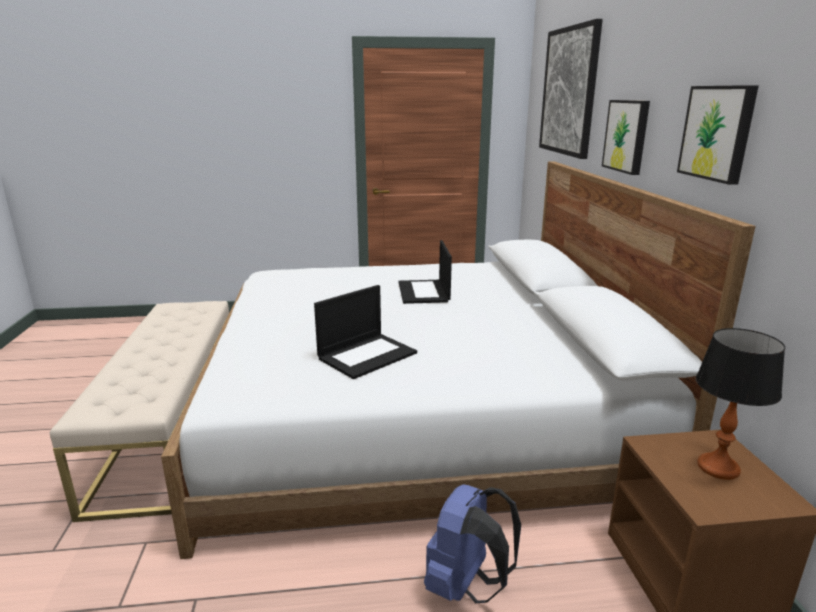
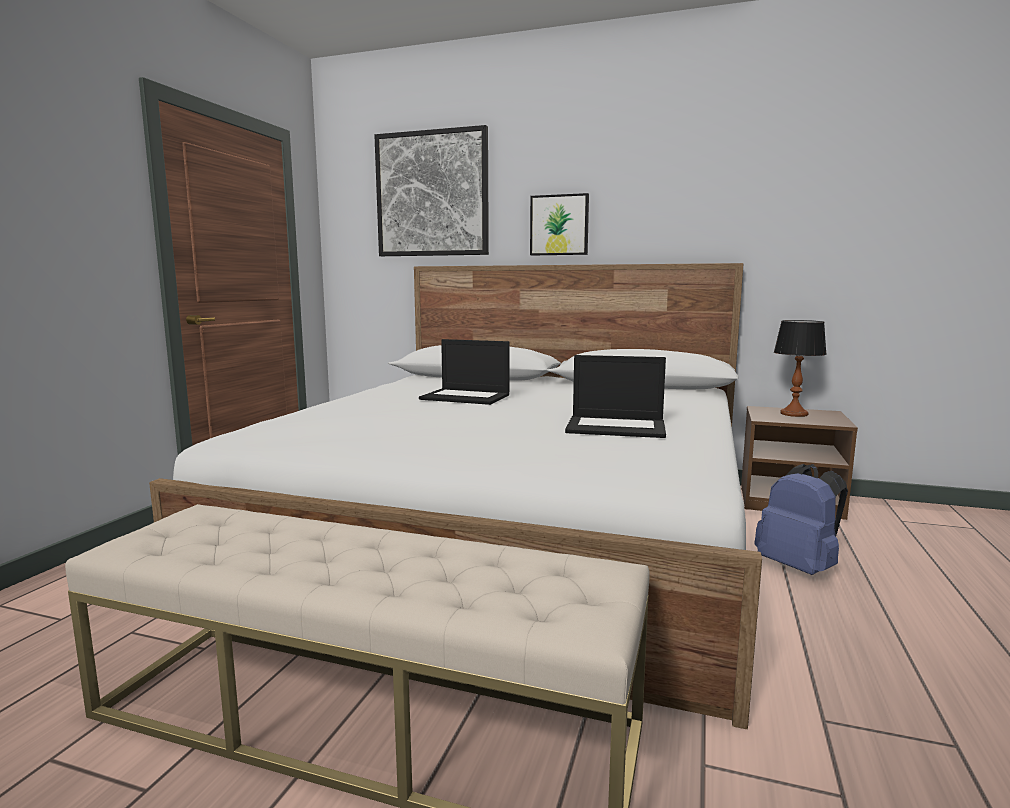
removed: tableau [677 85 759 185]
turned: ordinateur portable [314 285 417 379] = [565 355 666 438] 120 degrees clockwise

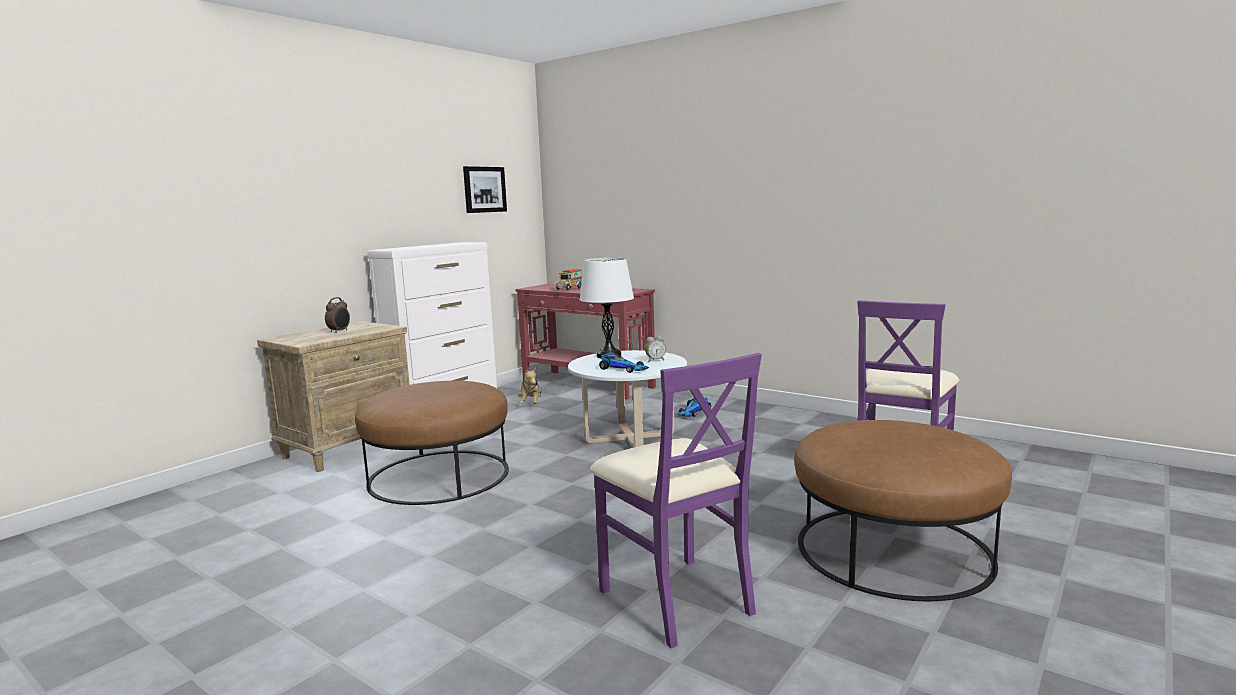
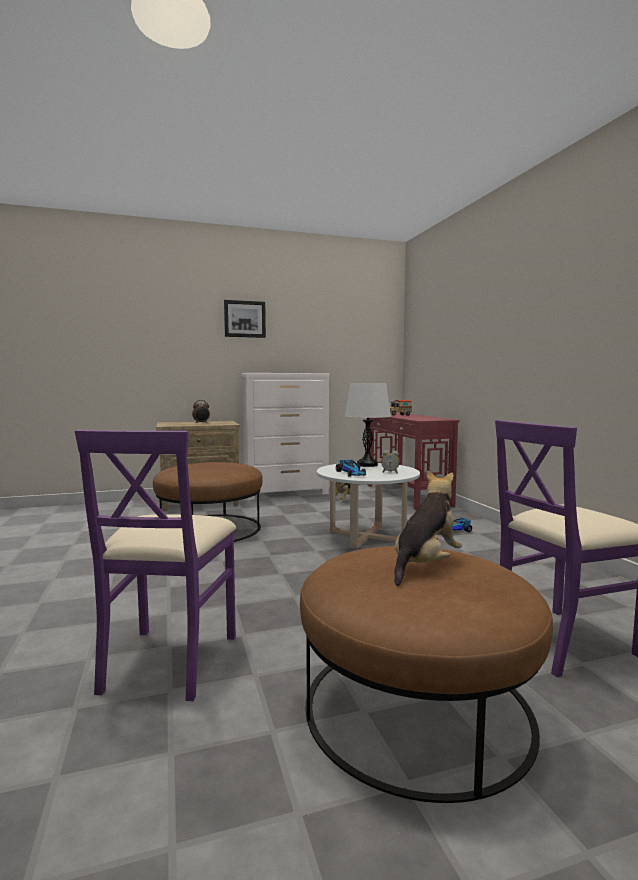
added: peluche [394 470 462 586]
moved: tableau [463 166 507 213] to [224 300 266 338]

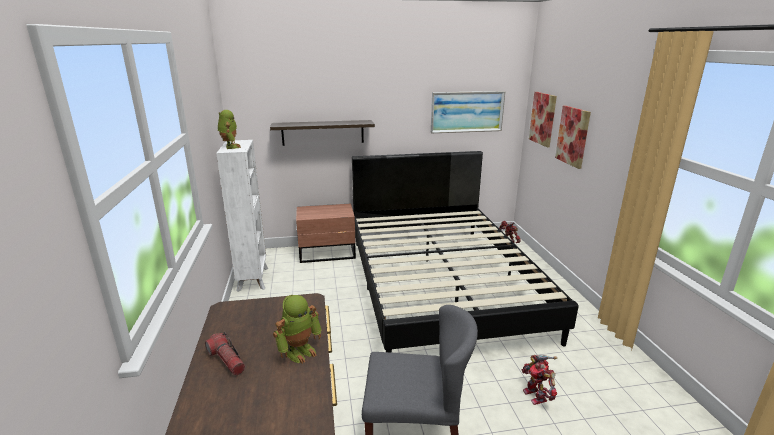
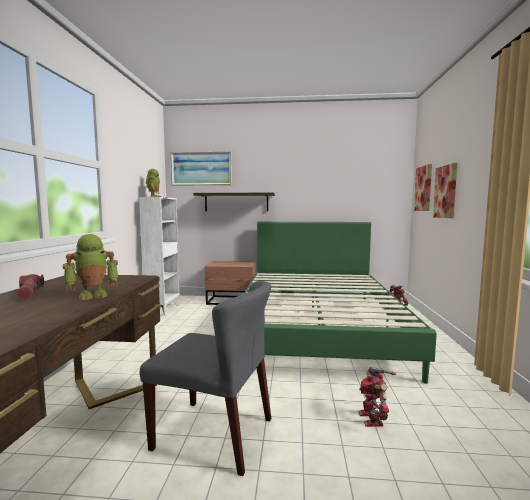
moved: tableau [431 91 505 133] to [171 152 232 186]
recoloured: lit [noir] [352 151 579 353] to lit [vert] [244 222 437 384]

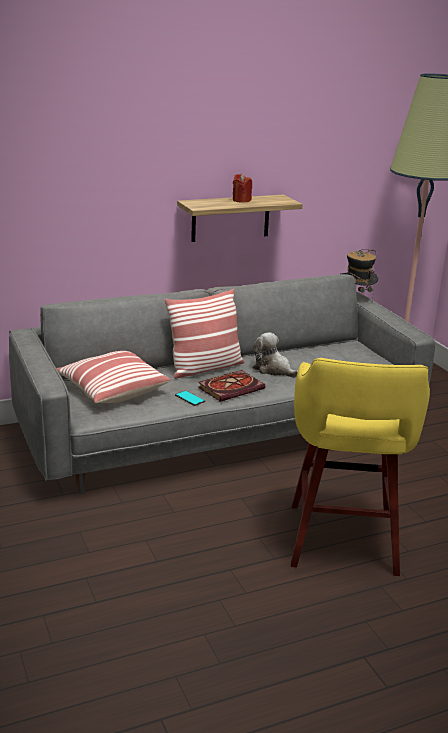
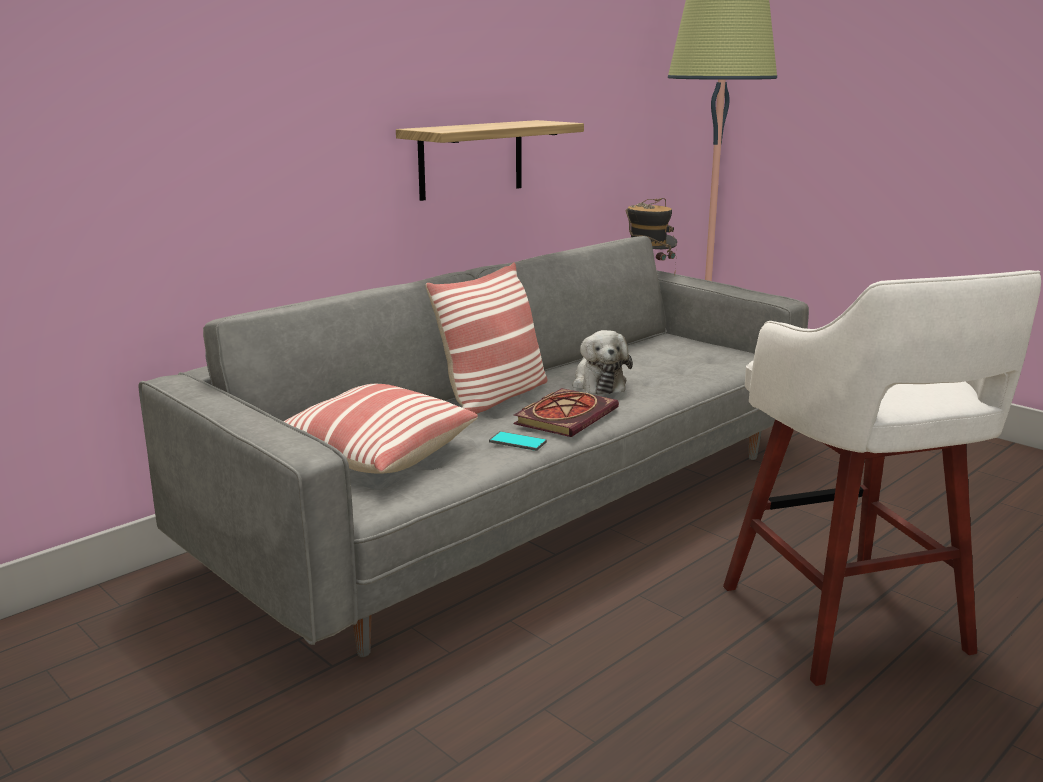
removed: bougie [rouge] [233 174 252 203]
recoloured: tabouret [jaune] [291 358 430 576] to tabouret [blanc] [723 270 1041 686]
turned: peluche [252 332 298 378] = [572 330 633 395] 120 degrees counterclockwise

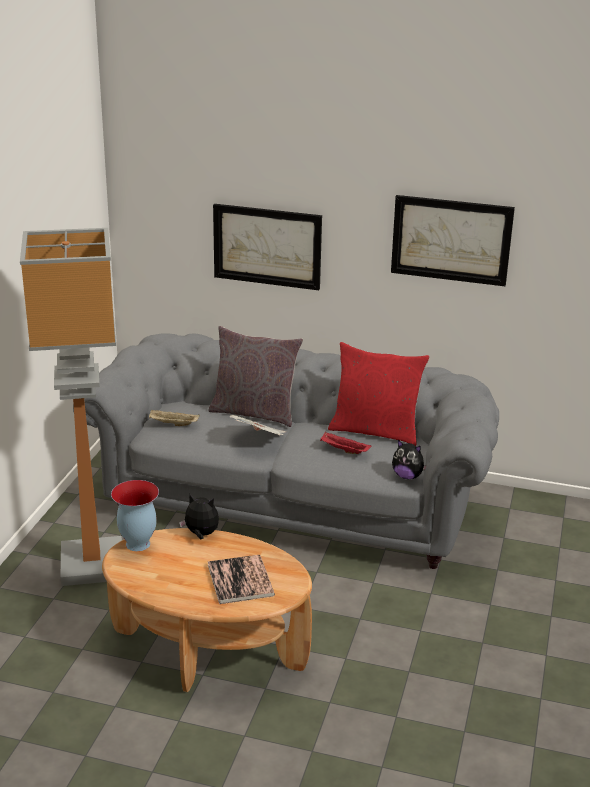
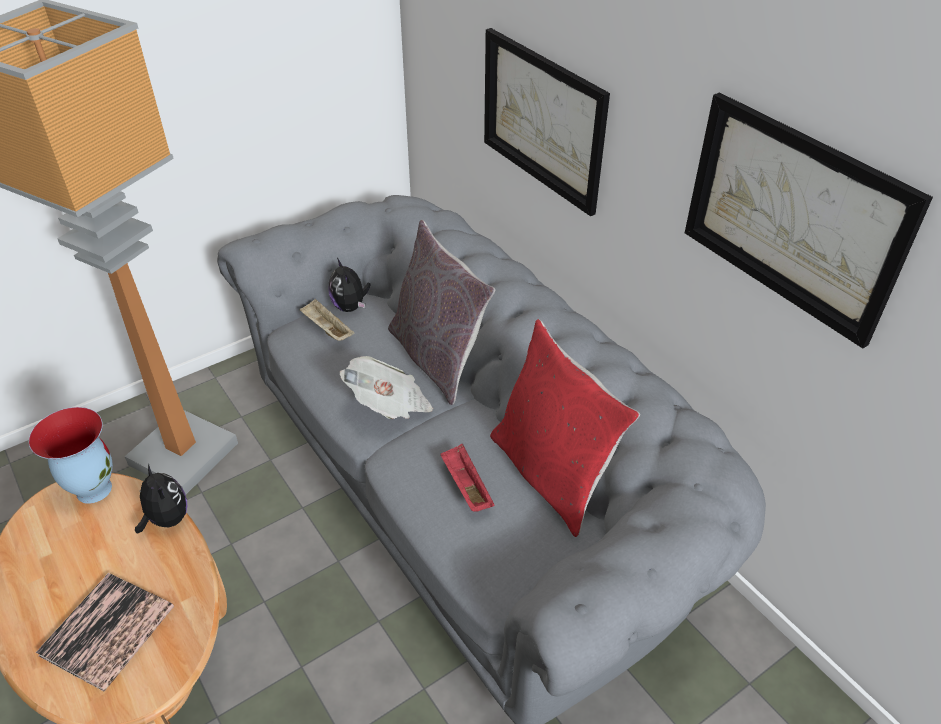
moved: peluche [392 440 427 479] to [329 258 370 312]

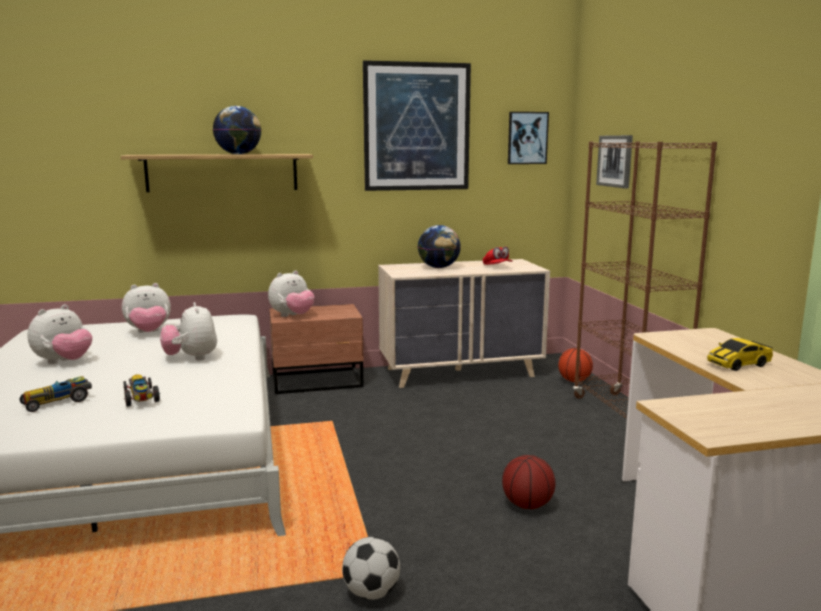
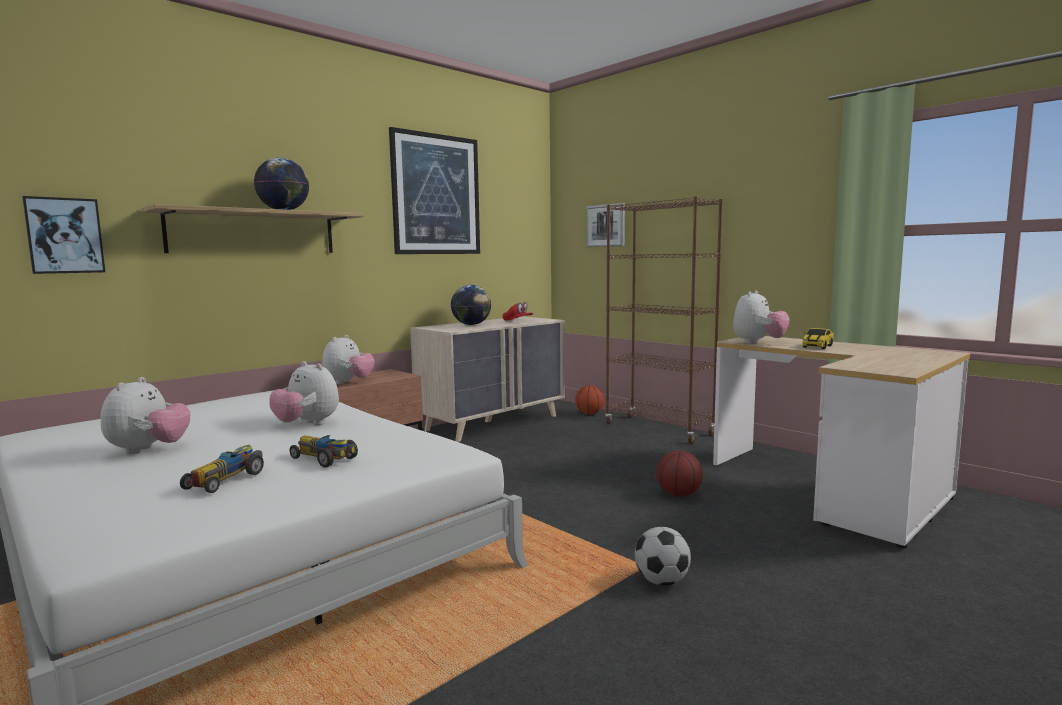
moved: peluche [122 283 171 333] to [733 291 789 344]; tableau [508 112 549 164] to [22 196 105 274]

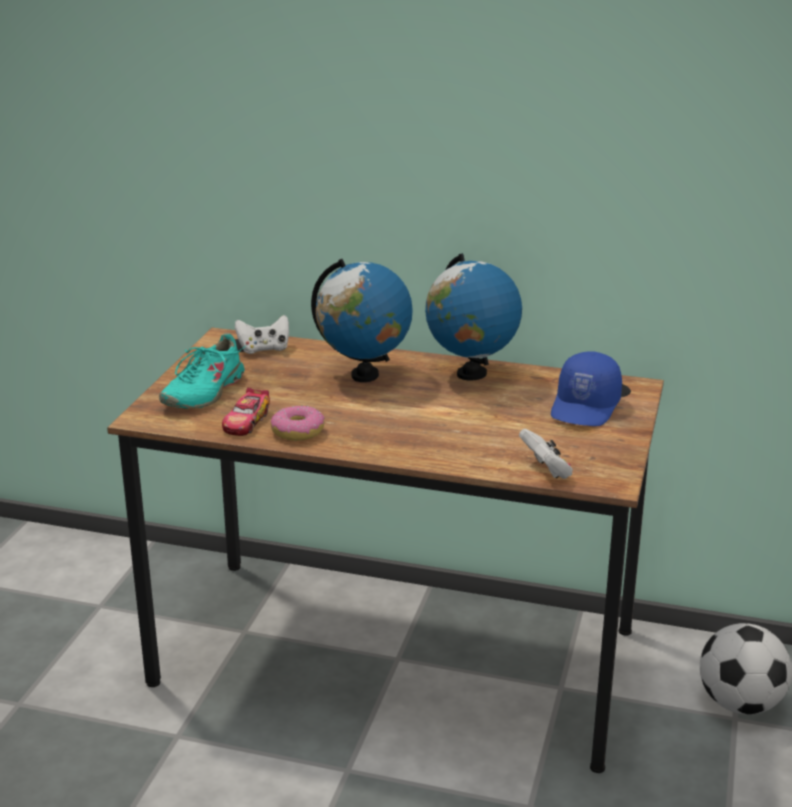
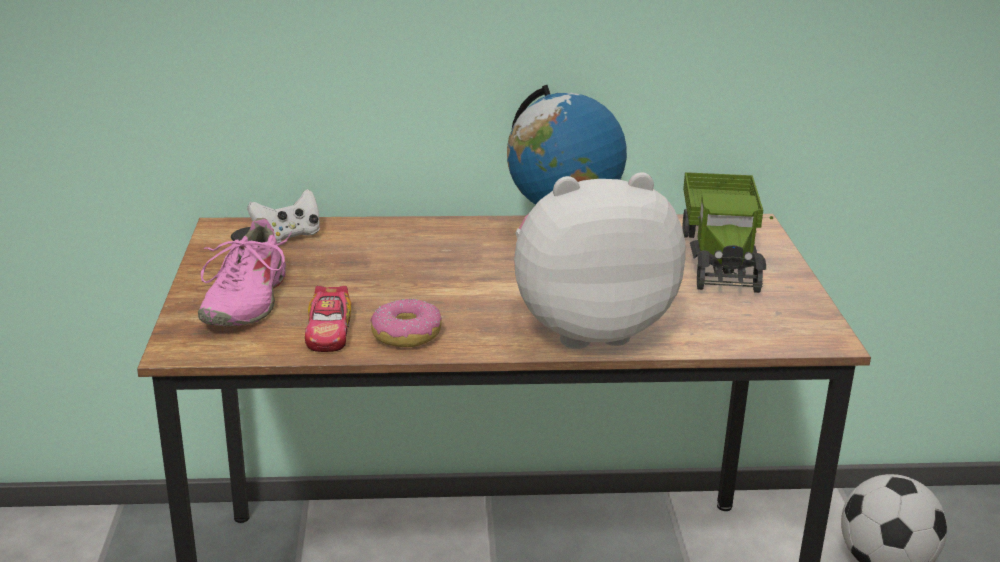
removed: globe [311 259 413 382]; manette [blanc] [519 429 573 479]
added: peluche [514 172 686 349]
replaced: casquette [bleu] [551 351 622 426] to camion jouet [682 172 773 293]
recoloured: chaussure [turquoise] [159 333 246 409] to chaussure [rose] [198 218 291 326]

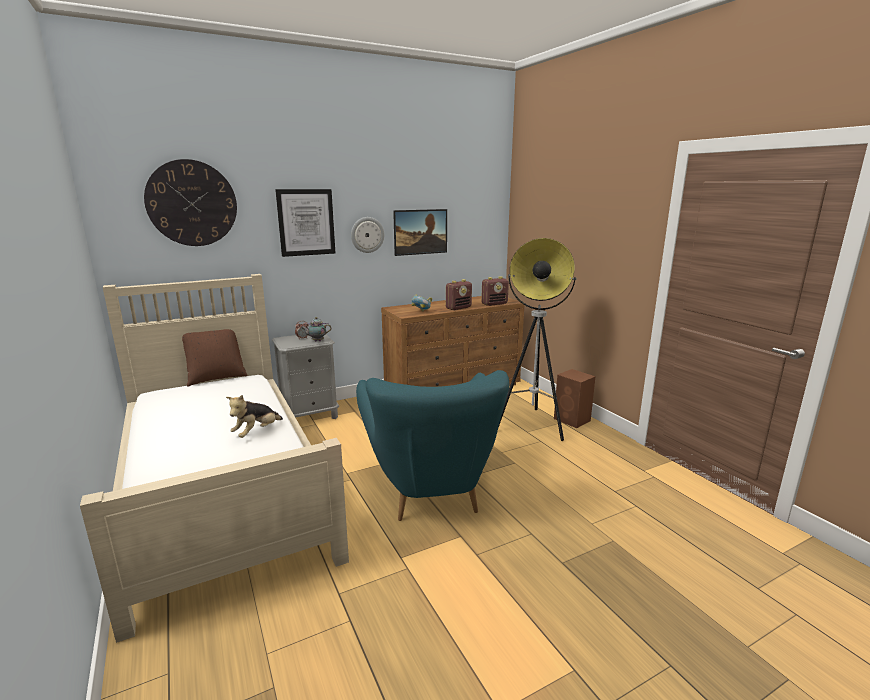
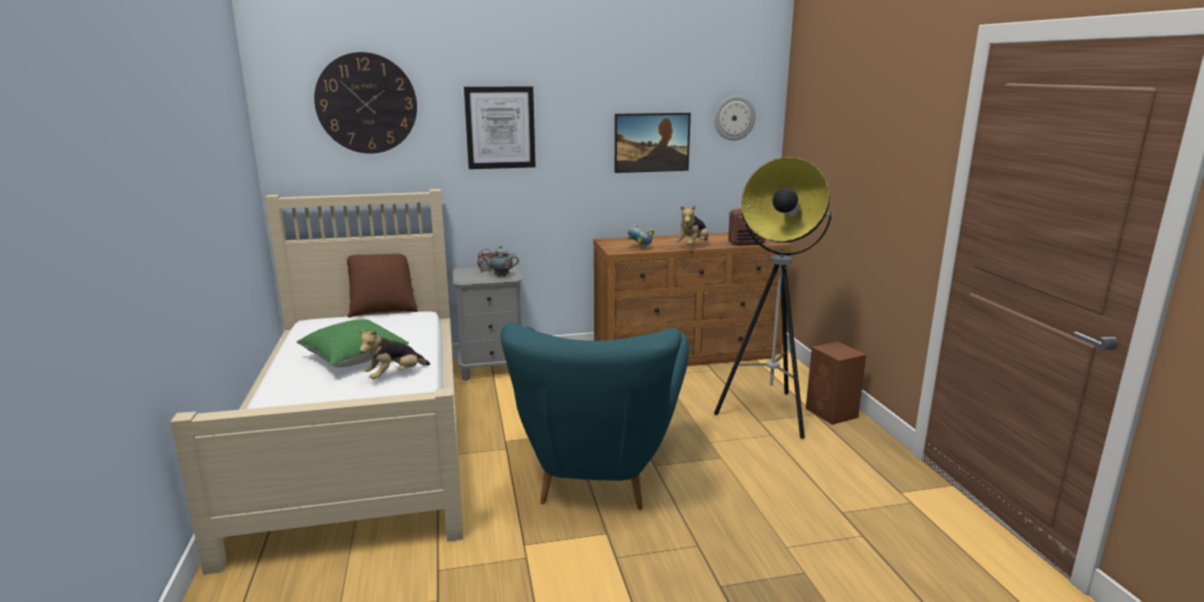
added: coussin [vert] [297 319 409 367]
moved: horloge murale [351 217 384 253] to [714 96 756 141]
replaced: radio [446 279 472 310] to peluche [675 205 709 245]

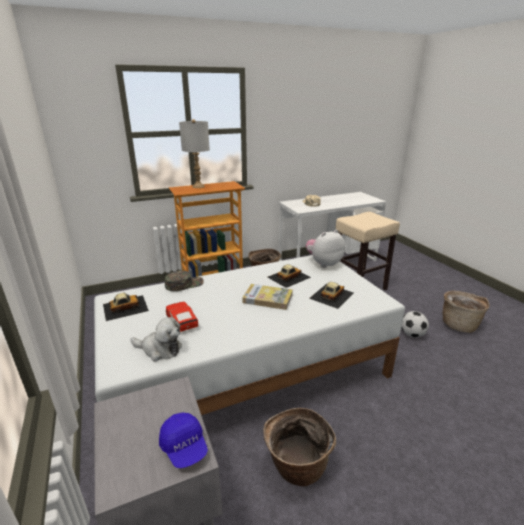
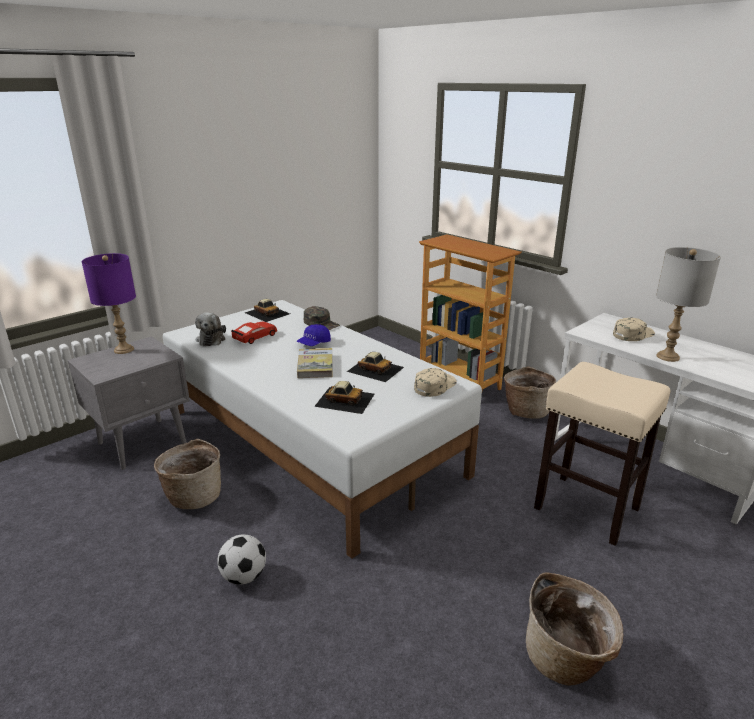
added: lampe de table [violet] [82 253 136 354]
moved: casquette [bleu] [159 412 208 468] to [296 324 331 346]; lampe de table [gris] [179 119 210 188] to [656 247 721 362]; ballon de foot [401 311 429 338] to [217 534 266 585]
replaced: peluche [306 229 345 268] to casquette [beige] [414 368 457 397]

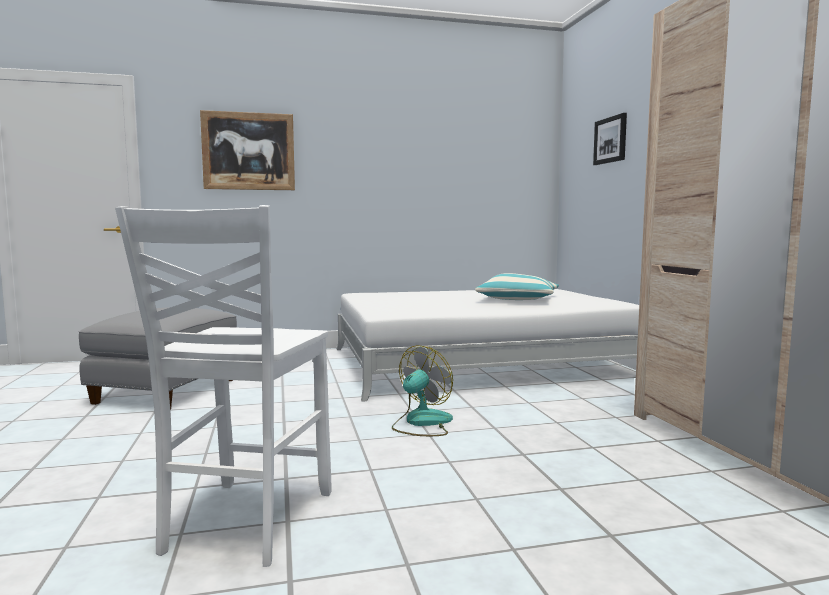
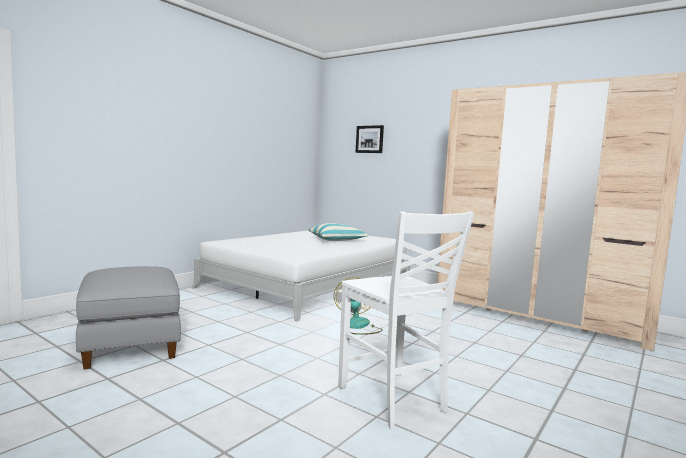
removed: tableau [200 110 295 190]

